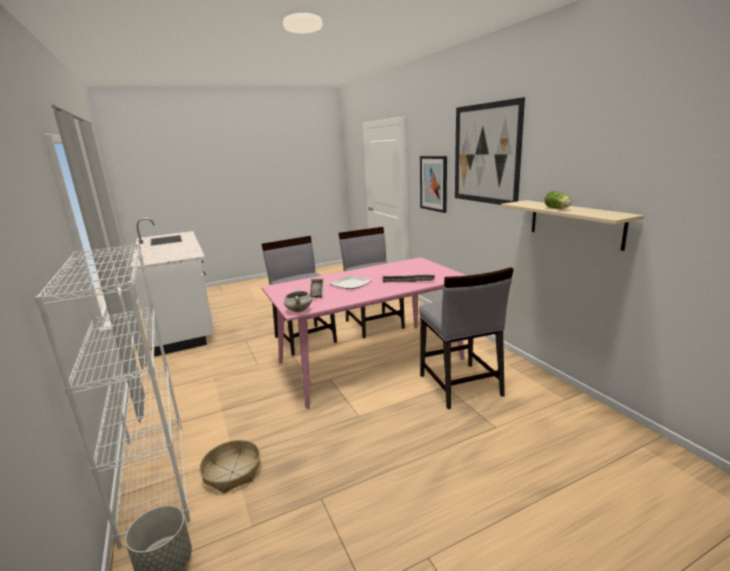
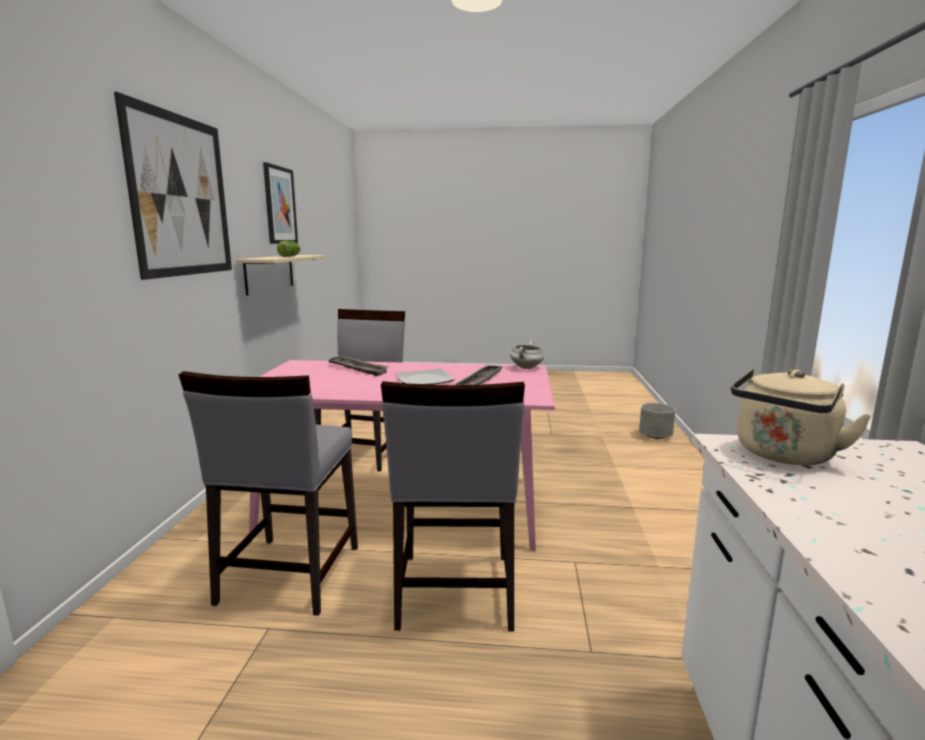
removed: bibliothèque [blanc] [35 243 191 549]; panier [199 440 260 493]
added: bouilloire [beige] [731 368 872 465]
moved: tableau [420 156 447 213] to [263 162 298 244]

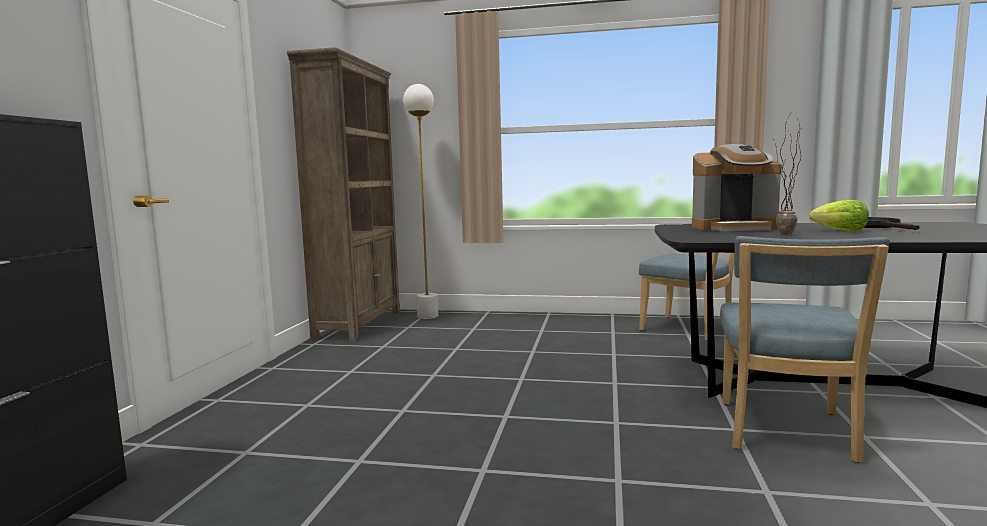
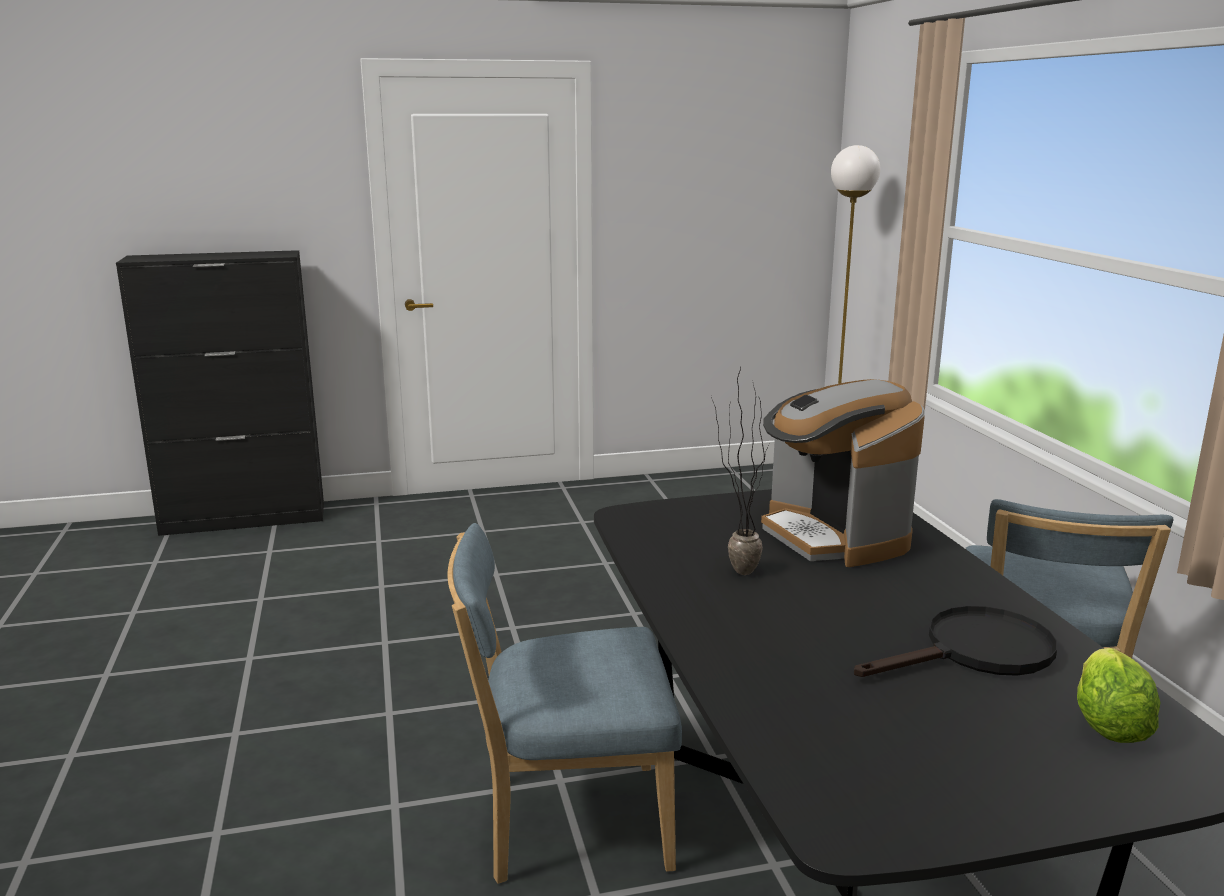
removed: bibliothèque [marron] [287 47 400 342]
moved: laitue [810 200 869 231] to [1077 648 1161 743]

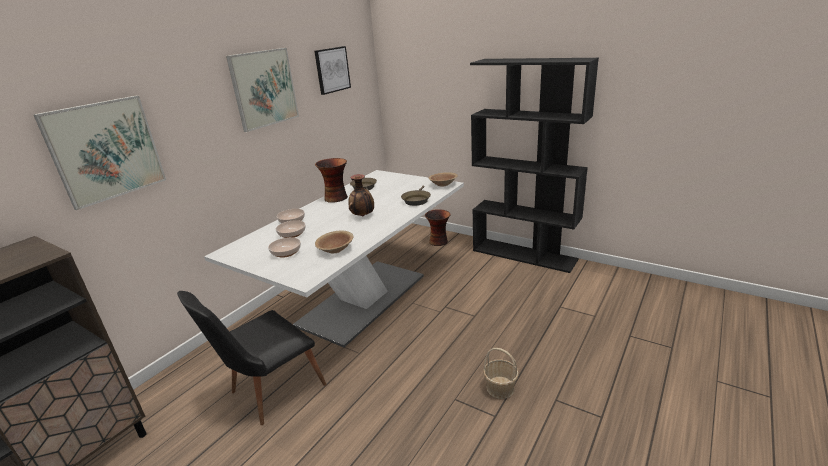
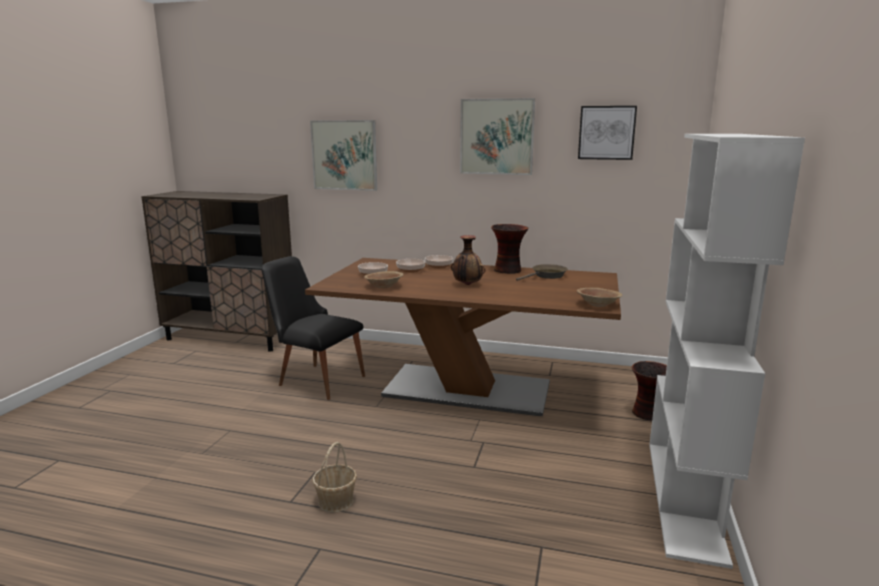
removed: poêle [marron] [401 185 431 206]
recoloured: table à manger [blanc] [204 170 464 347] to table à manger [marron] [305 258 621 416]; bibliothèque [noir] [470 58 599 273] to bibliothèque [blanc] [649 134 805 569]

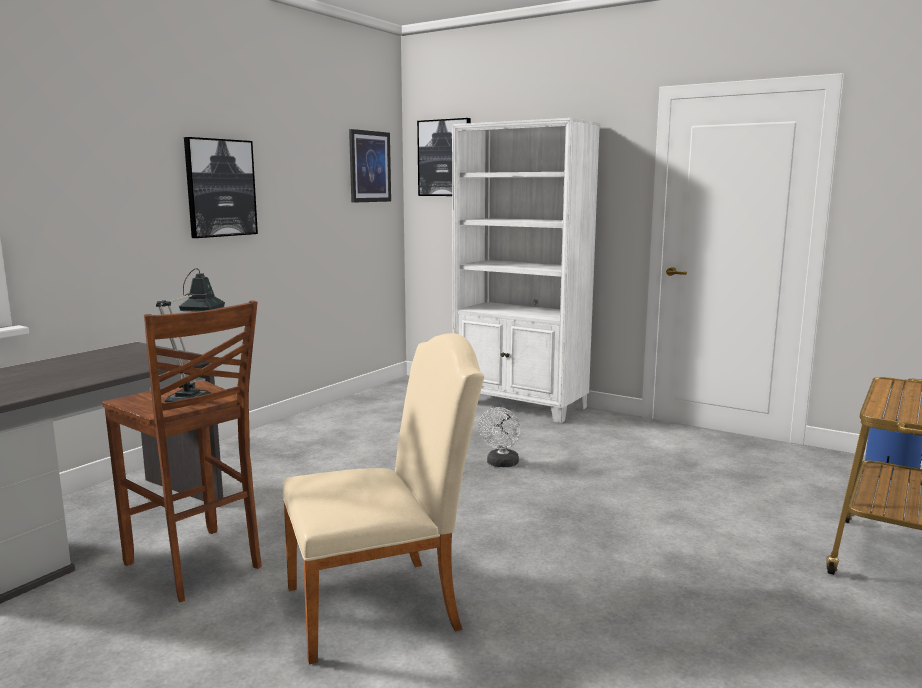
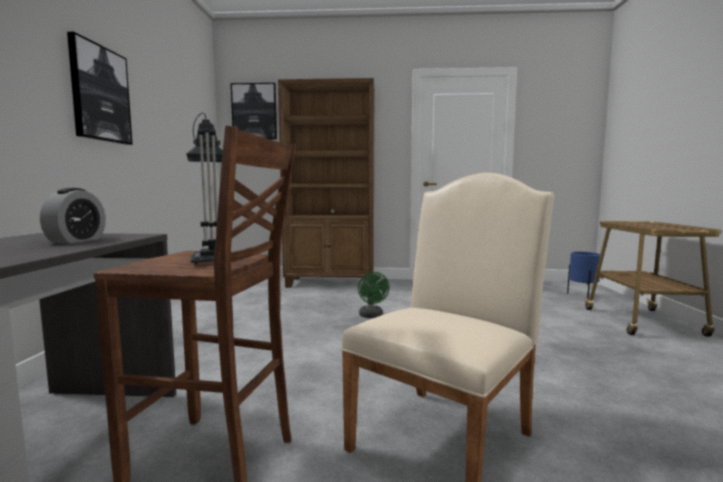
removed: tableau [349 129 391 203]
added: réveil [40 188 106 243]
recoloured: bibliothèque [blanc] [452 118 600 423] to bibliothèque [marron] [278 78 375 288]; ventilateur [blanc] [478 407 520 467] to ventilateur [vert] [358 272 390 318]

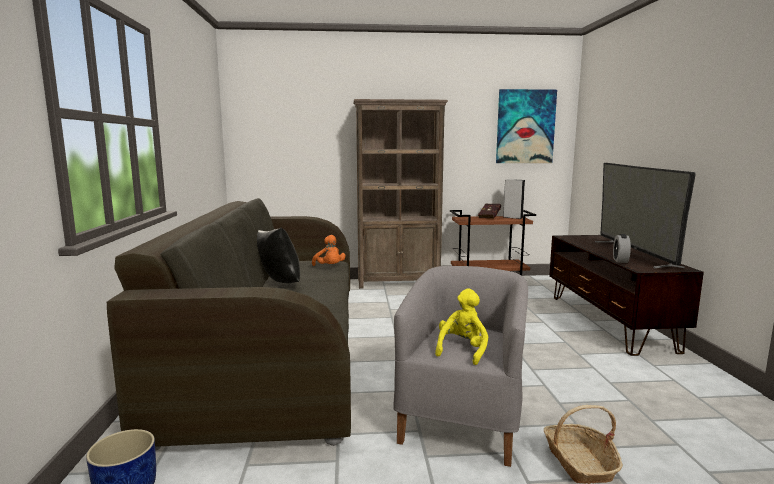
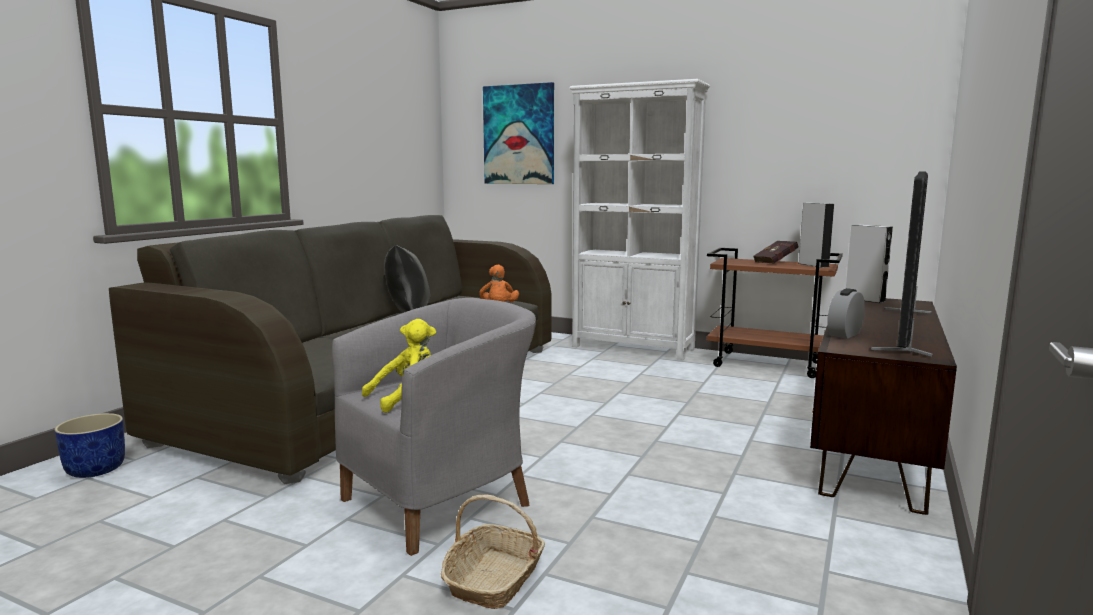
added: enceinte [gris] [846 224 893 303]
moved: tableau [496 89 557 163] to [483 82 554 184]
recoloured: bibliothèque [marron] [354 99 448 289] to bibliothèque [blanc] [569 79 710 360]

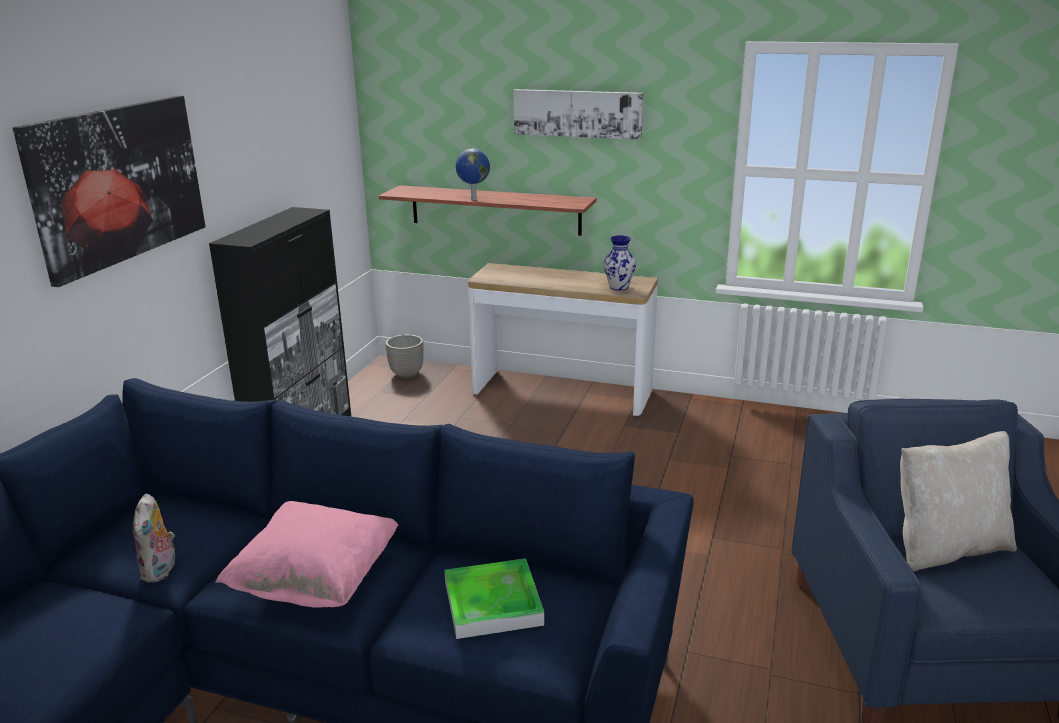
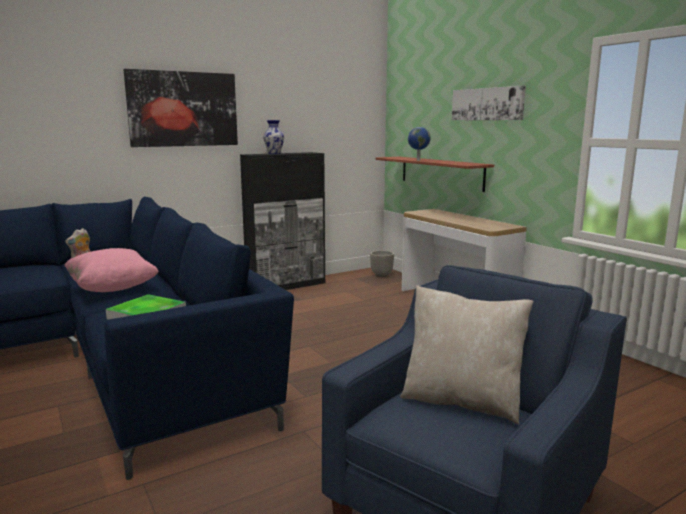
moved: vase [604 235 636 291] to [263 120 284 154]

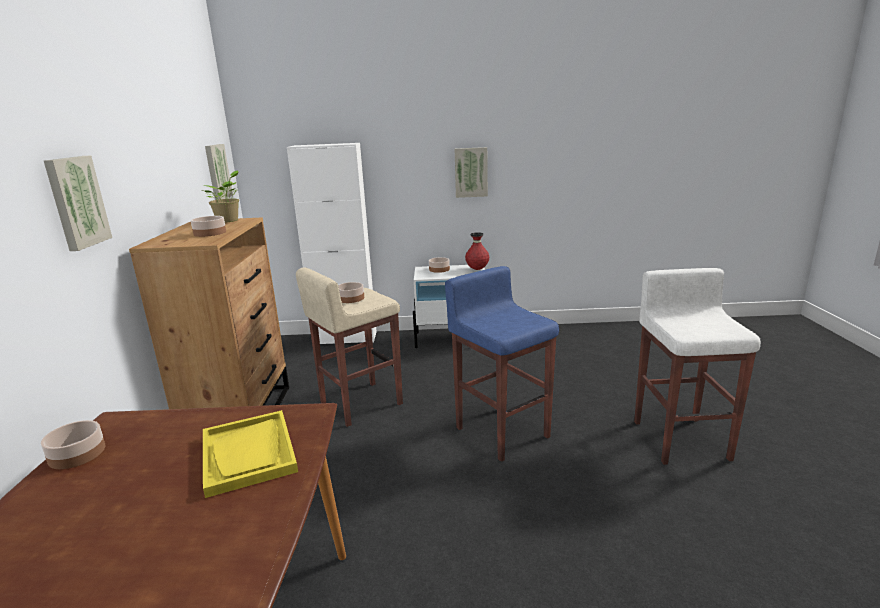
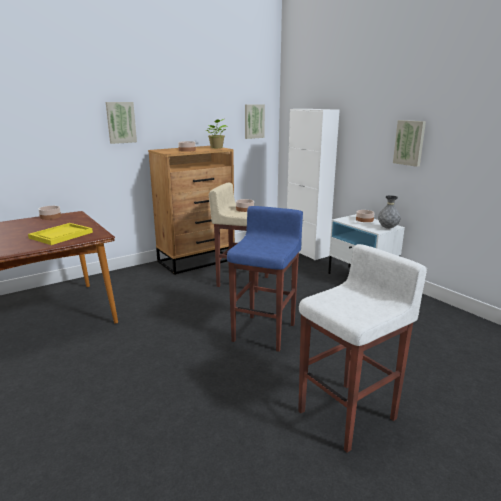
recoloured: vase [rouge] [465 232 489 270] to vase [gris] [378 195 401 229]

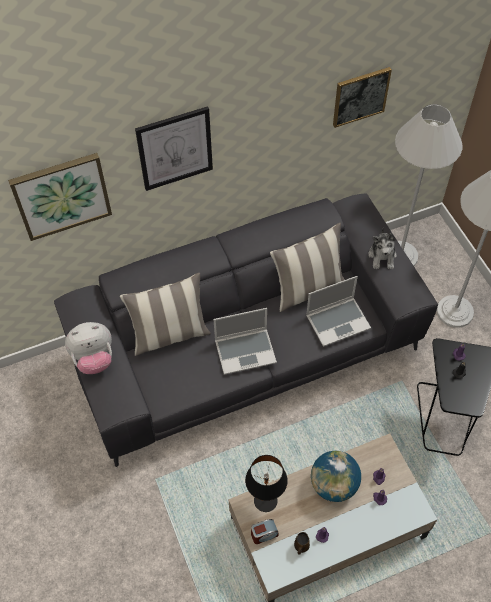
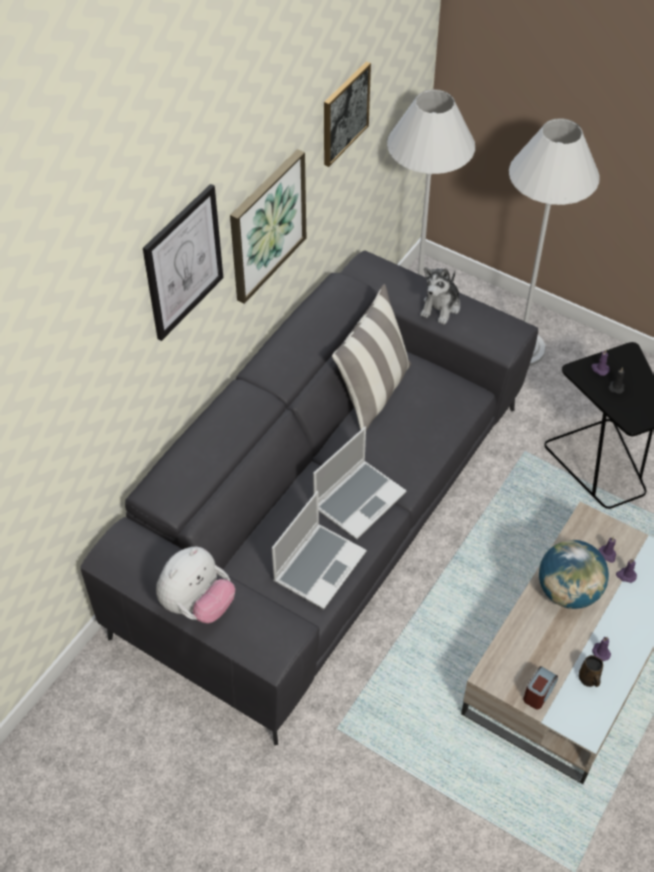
removed: coussin [120 273 211 356]; lampe de table [noir] [245 455 288 512]
moved: tableau [8 153 112 241] to [230 149 306 304]; ordinateur portable [306 276 371 347] to [272 491 367 609]
turned: peluche [368 229 397 269] = [420 267 460 324] 60 degrees clockwise

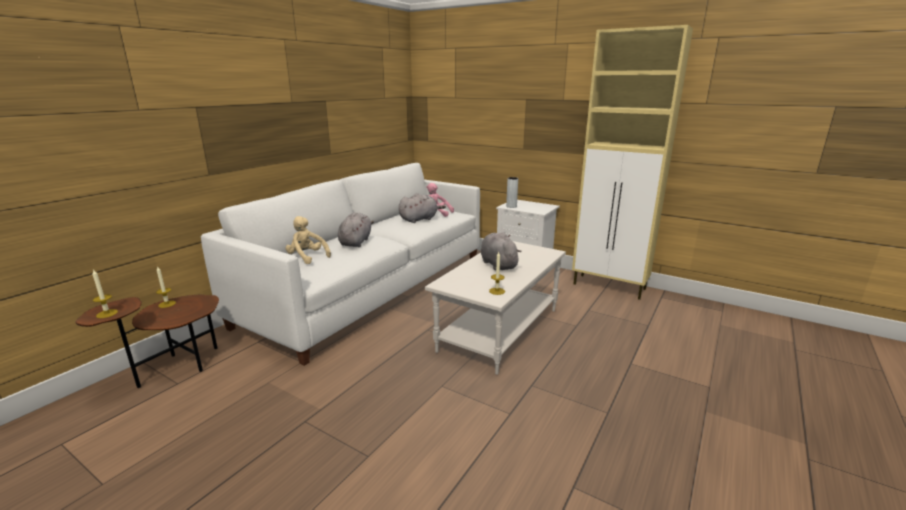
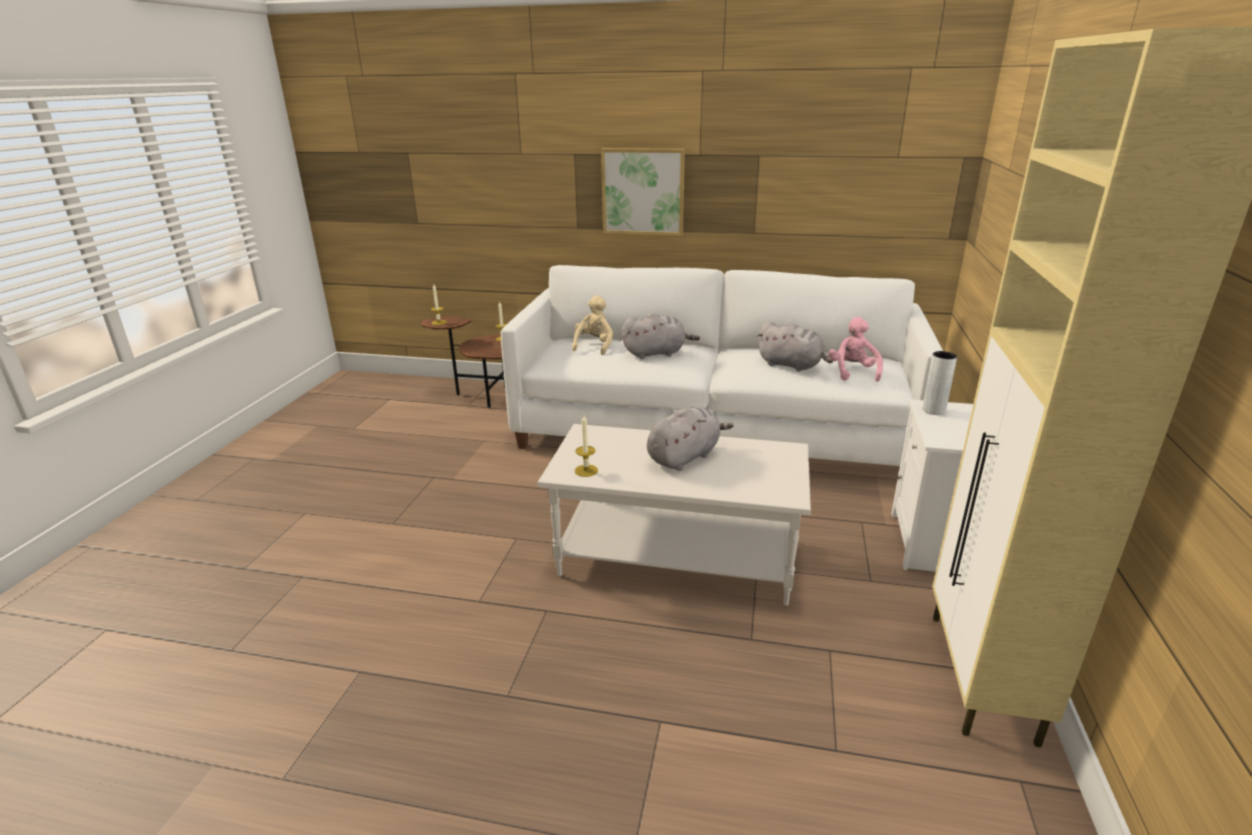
added: tableau [601 148 685 236]

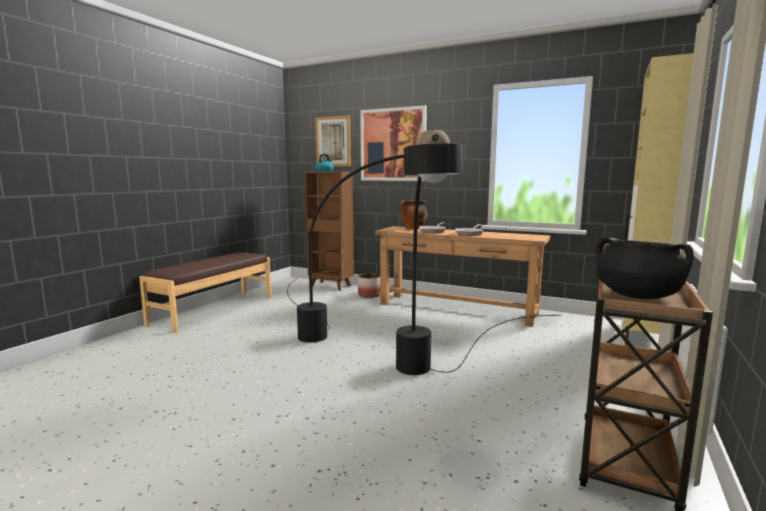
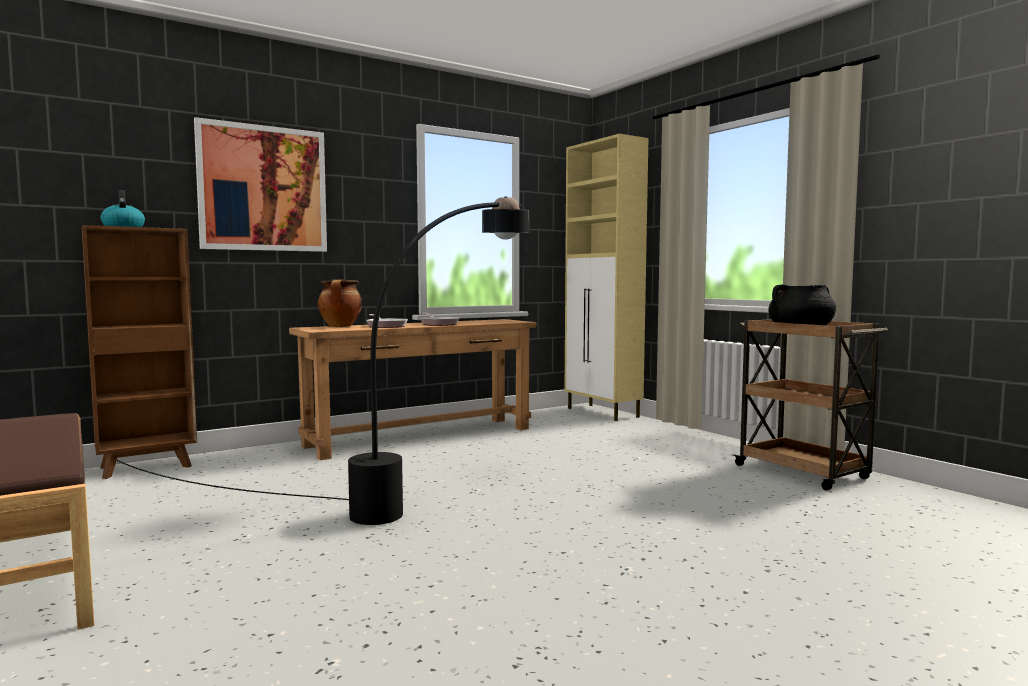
removed: tableau [315 115 351 166]; cache-pot [358 273 381 298]; lampadaire [noir] [396 129 561 375]

